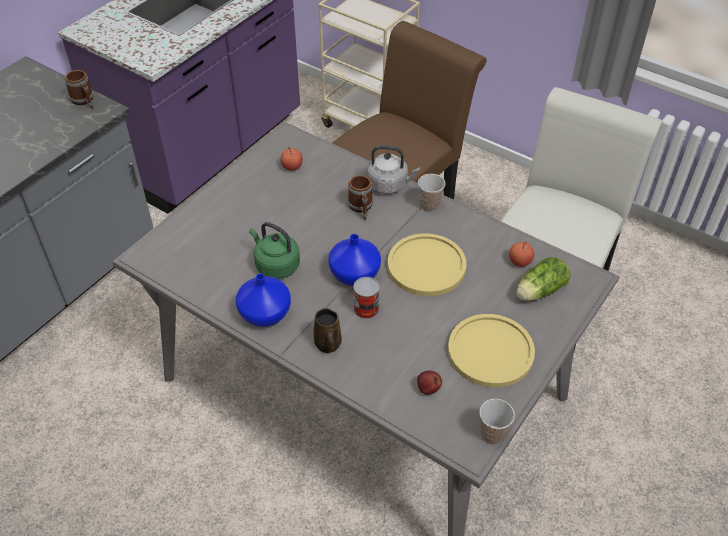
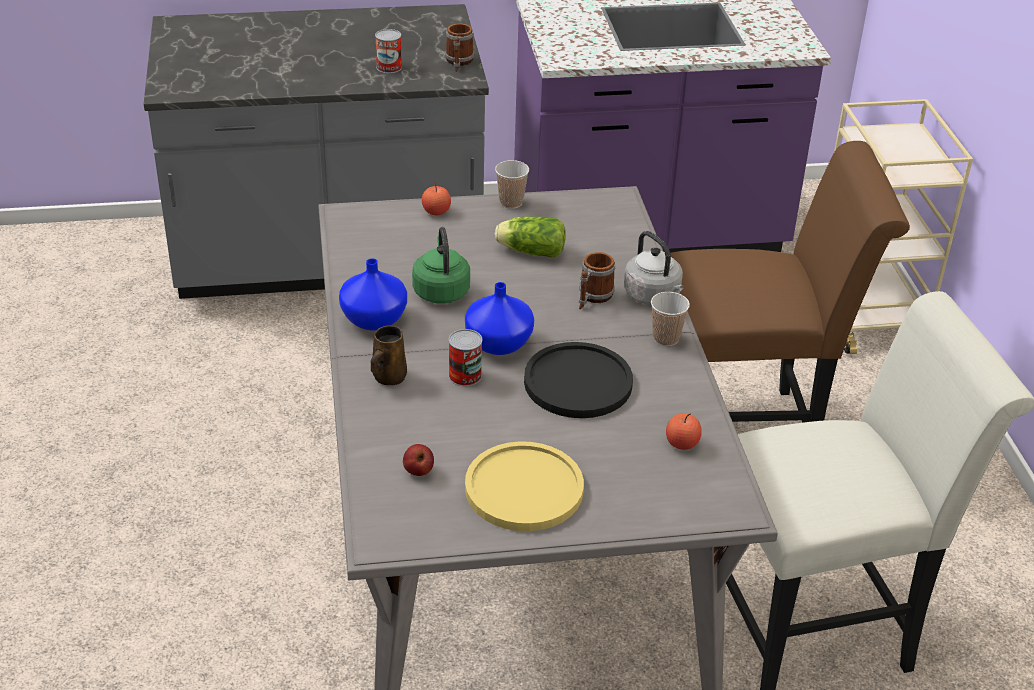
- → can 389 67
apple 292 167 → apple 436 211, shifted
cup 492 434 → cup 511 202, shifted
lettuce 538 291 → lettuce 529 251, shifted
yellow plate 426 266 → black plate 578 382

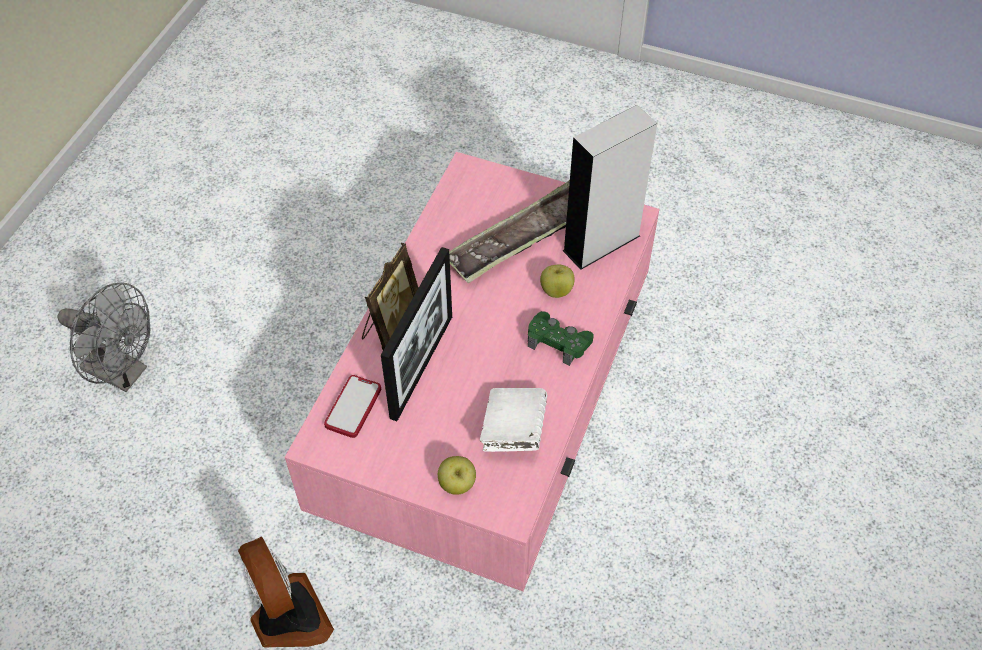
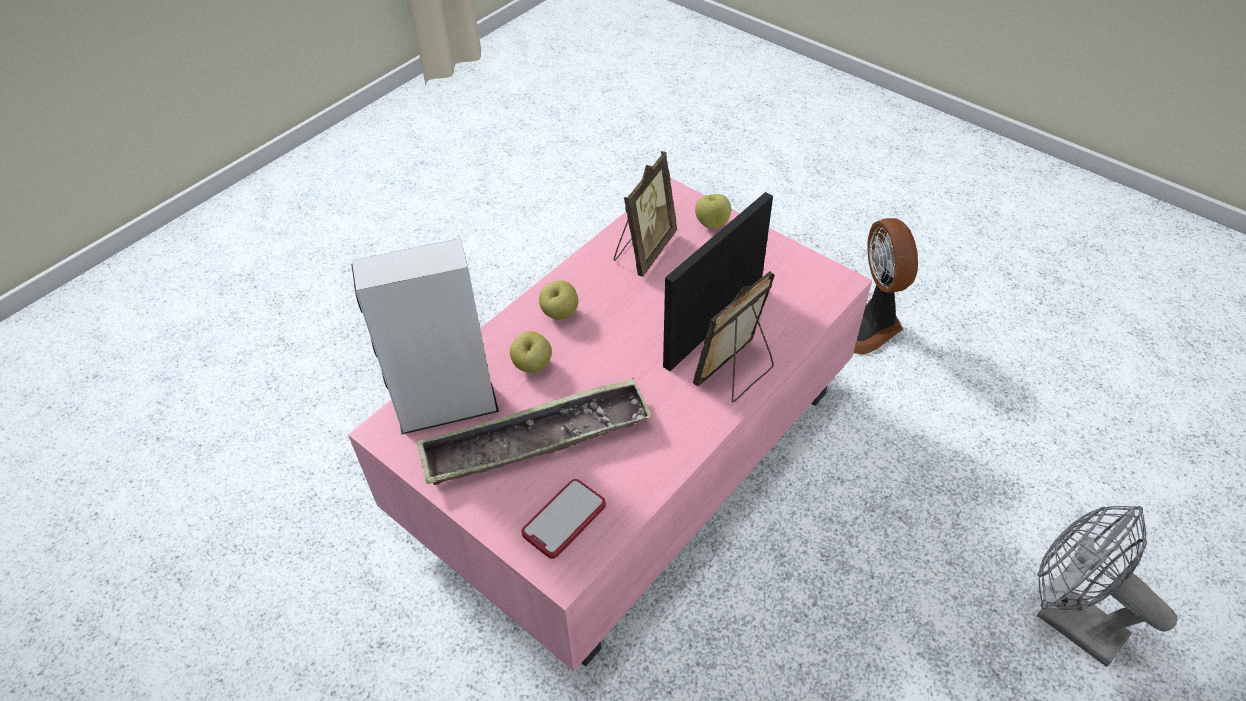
phone 353 407 → phone 564 519, shifted
white book 513 430 → picture frame 643 250
green game controller 558 342 → apple 560 314

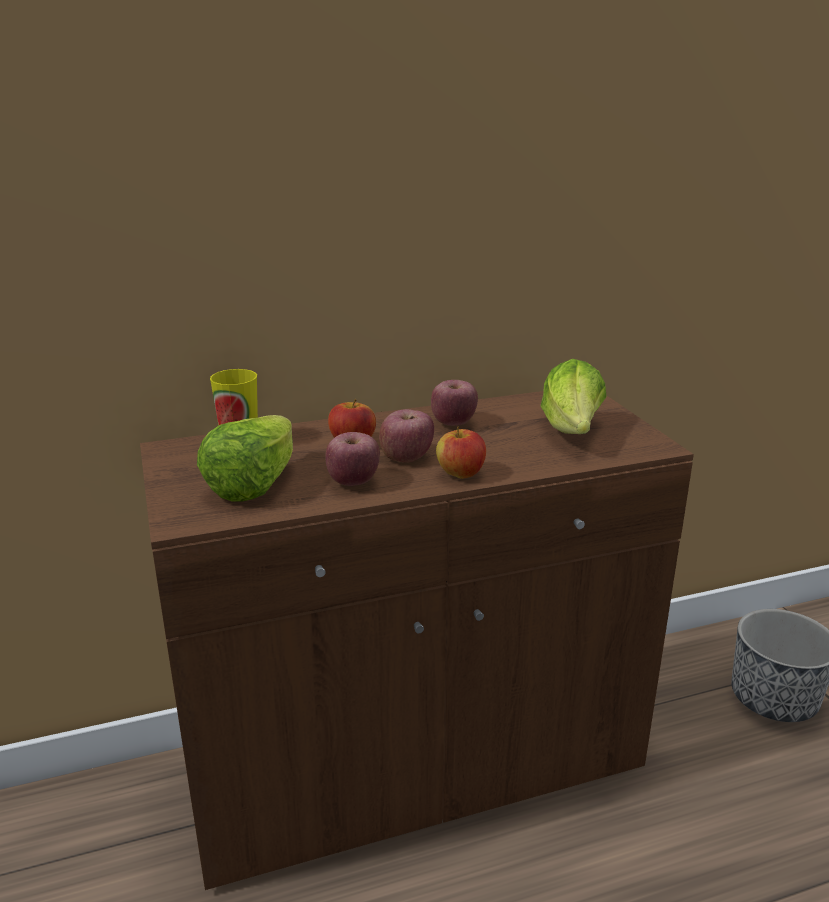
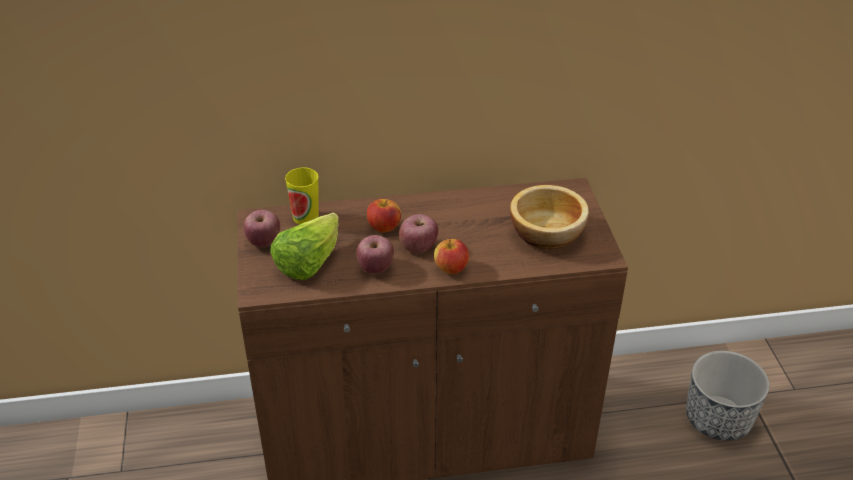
apple 453 423 → apple 264 241, shifted
lettuce 572 432 → bowl 548 233

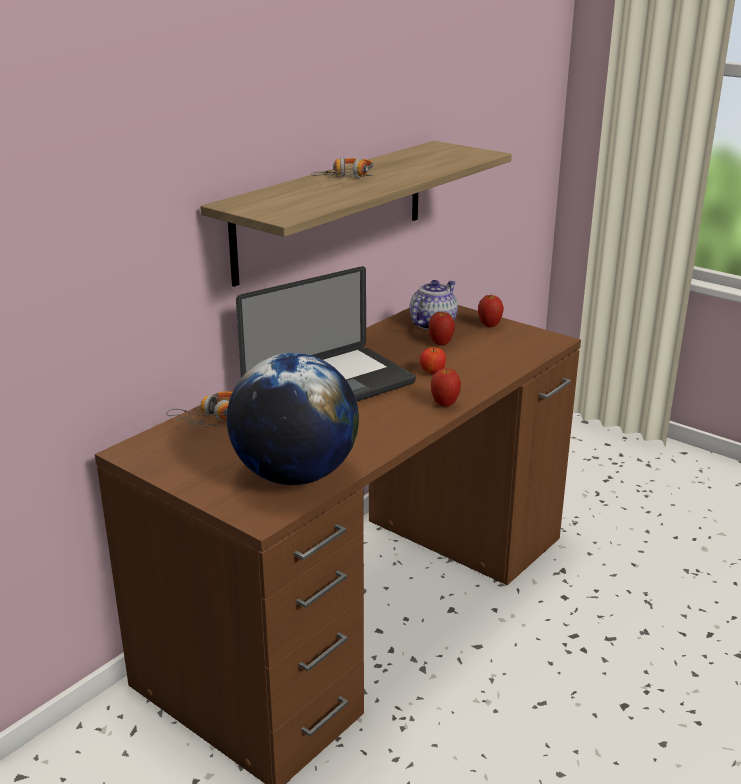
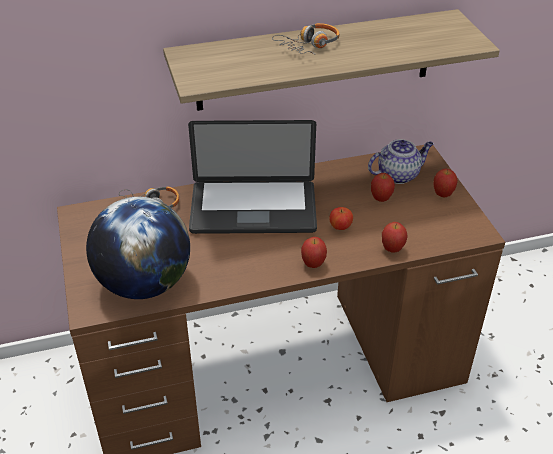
- → apple 392 249

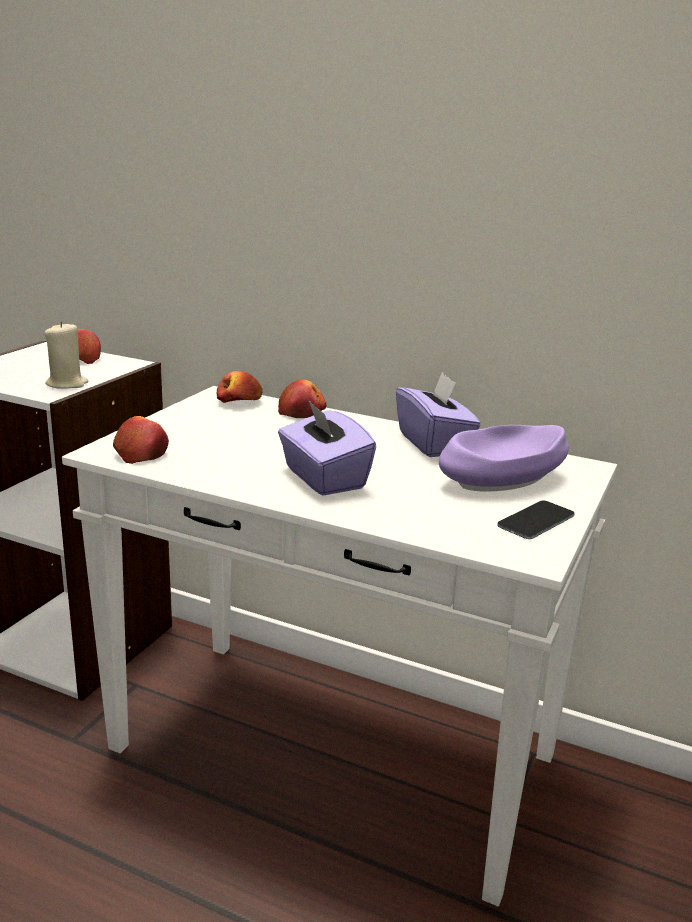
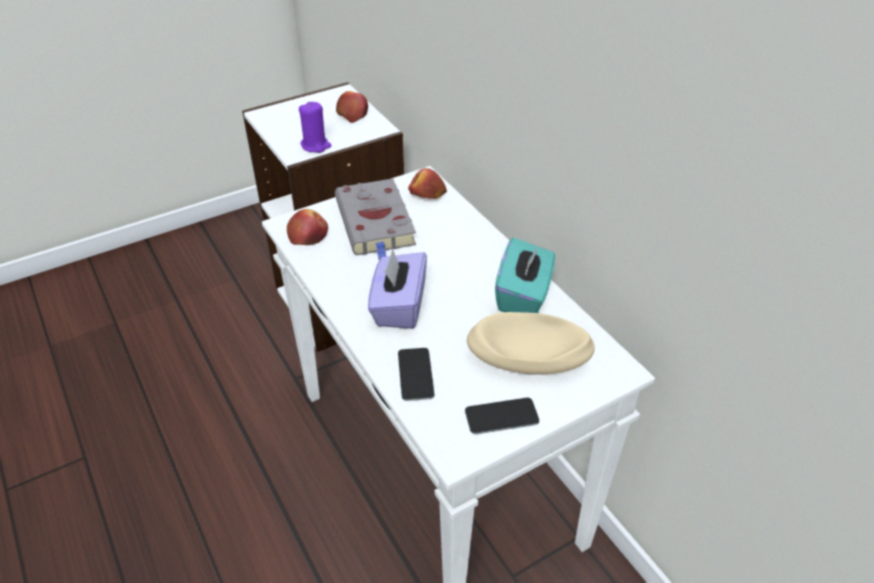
apple 302 412 → -
- → grey book 376 224
- → phone 415 374
beige candle 67 384 → purple candle 315 145
purple tissue box 434 443 → turquoise tissue box 523 295
purple bowl 502 480 → beige bowl 528 360

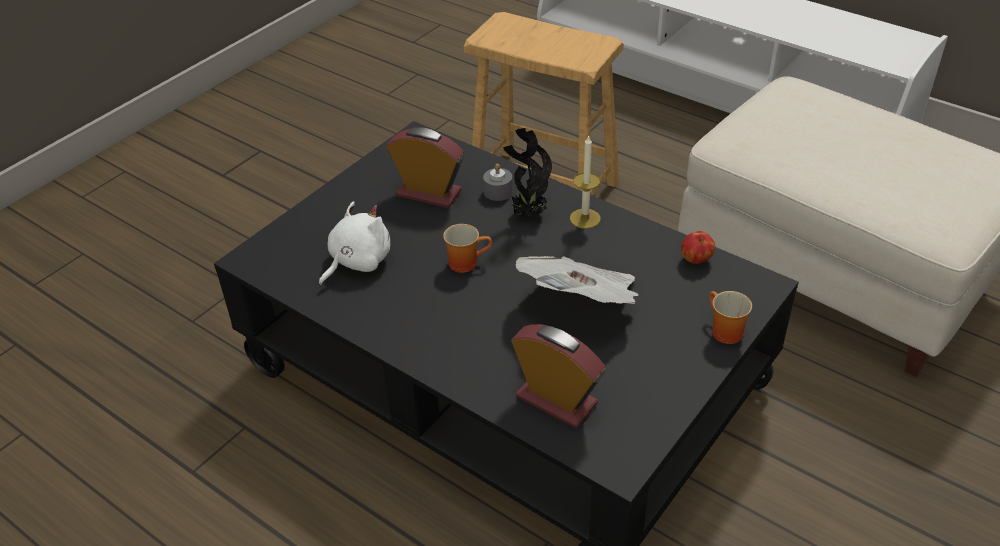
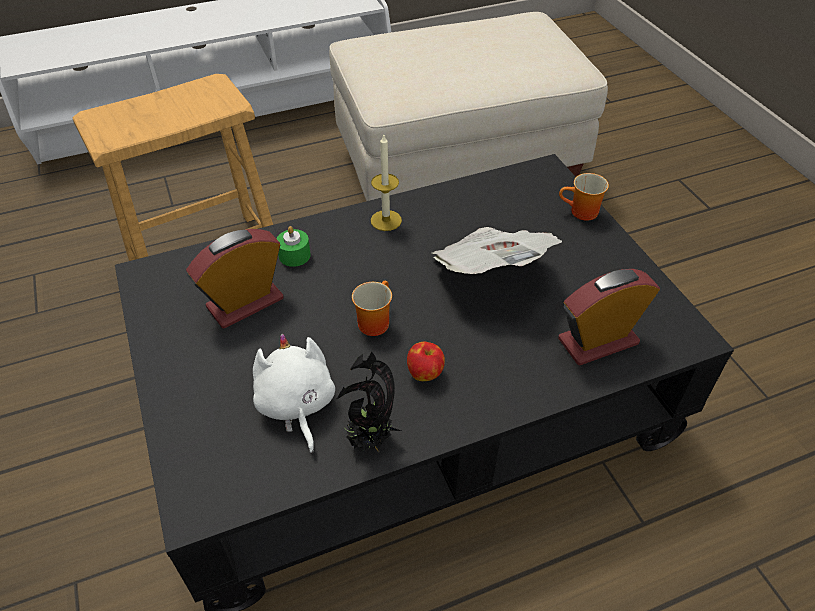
potted plant 527 215 → potted plant 369 441, shifted
apple 696 260 → apple 425 373, shifted
grey candle 498 191 → green candle 294 255

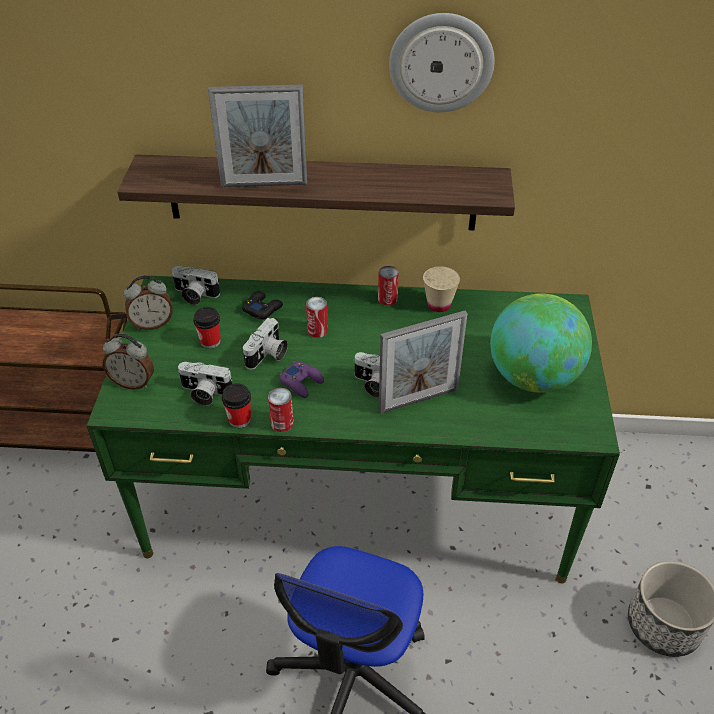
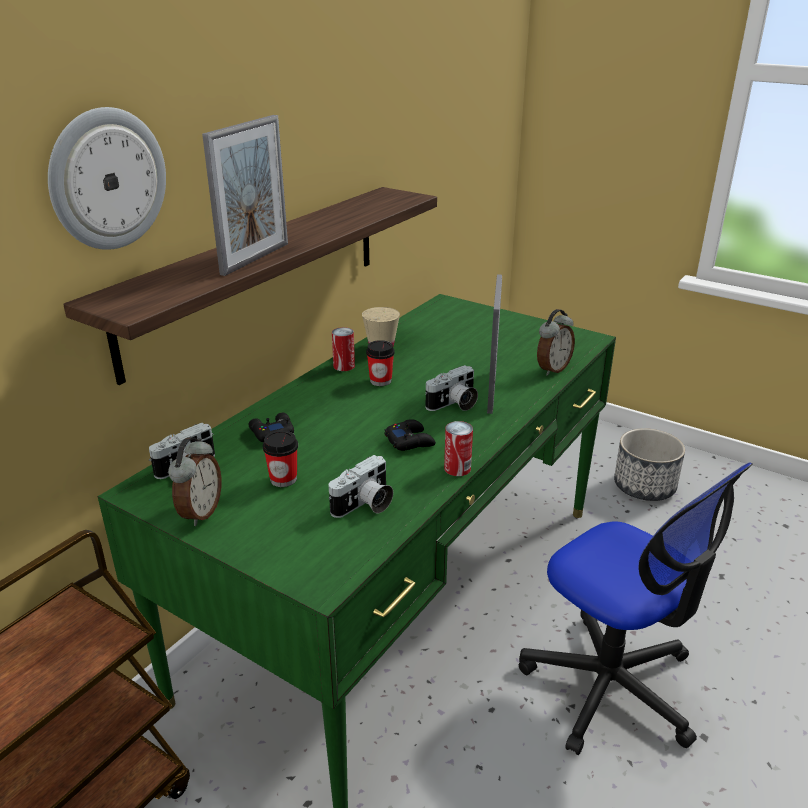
photo camera 268 355 → -
can 317 330 → -
globe 532 377 → -
alarm clock 133 382 → alarm clock 552 369, shifted
cup 239 419 → cup 380 381, shifted
wall clock 441 62 → wall clock 107 179, shifted
purple game controller 302 382 → black game controller 410 441

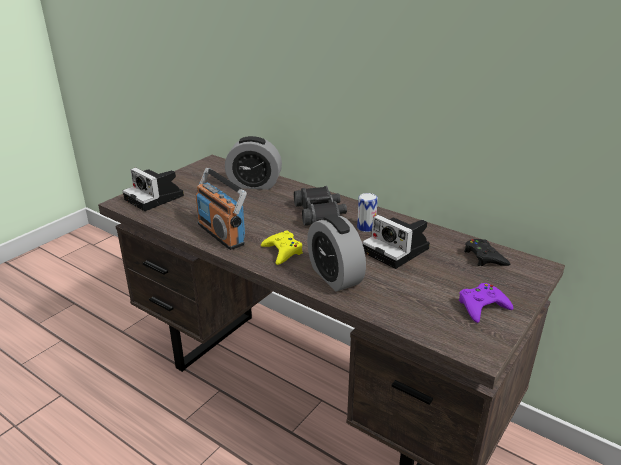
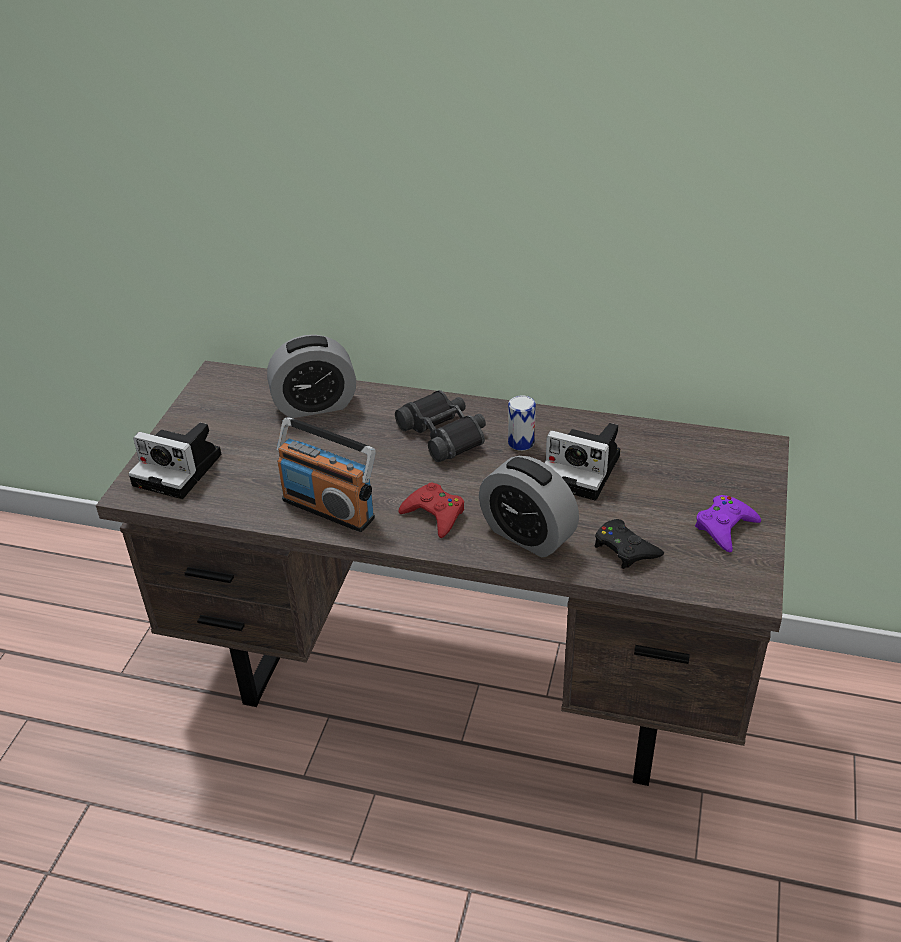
black game controller 484 257 → black game controller 625 548, shifted
yellow game controller 282 251 → red game controller 435 514

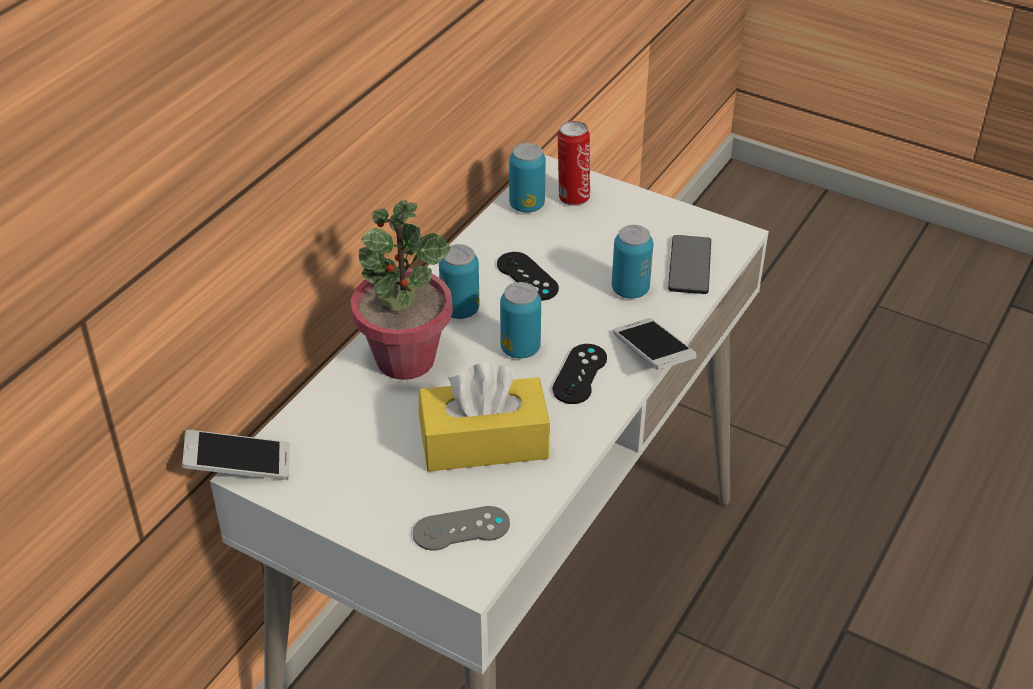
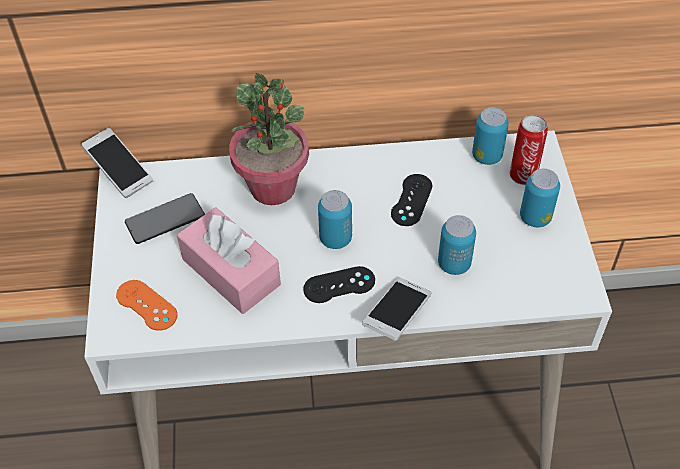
can 460 310 → can 535 217, shifted
phone 689 266 → phone 165 219, shifted
grey game controller 461 529 → orange game controller 146 305
yellow tissue box 484 442 → pink tissue box 231 272

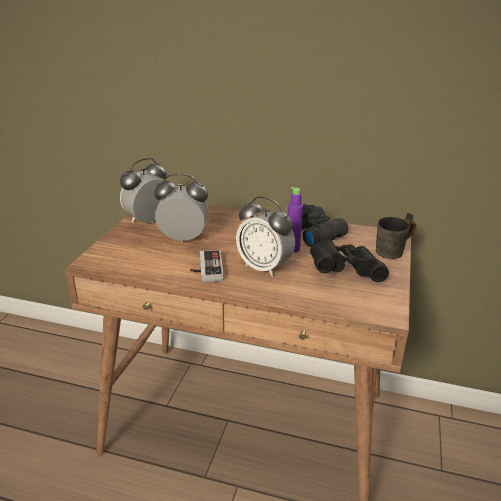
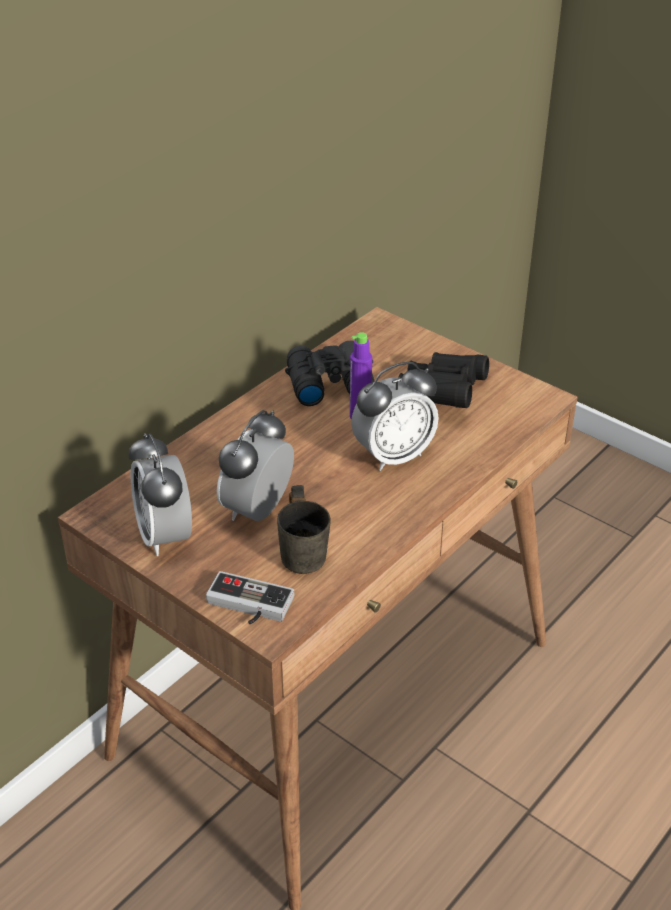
game controller 206 268 → game controller 247 606, shifted
grey mug 395 253 → grey mug 307 552, shifted

